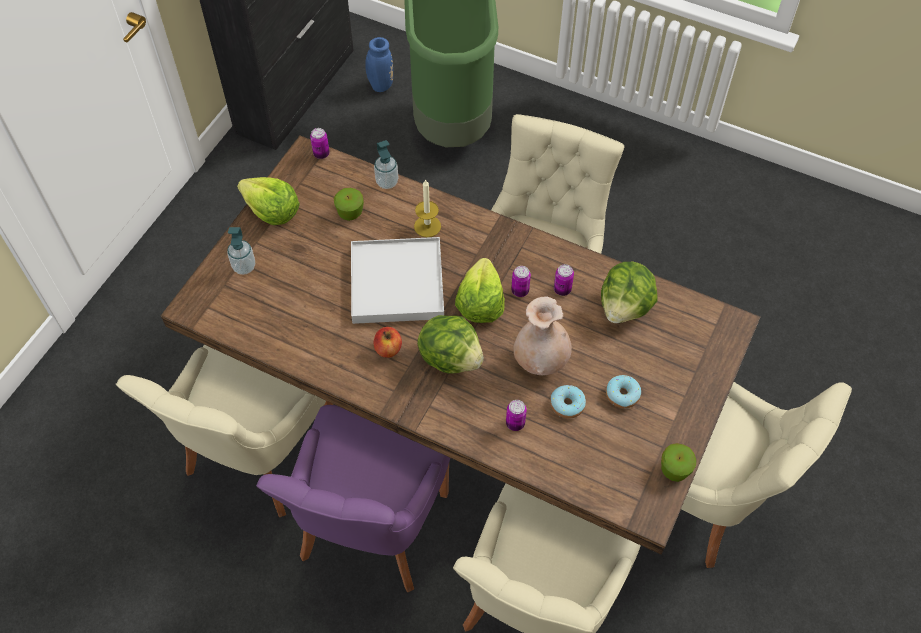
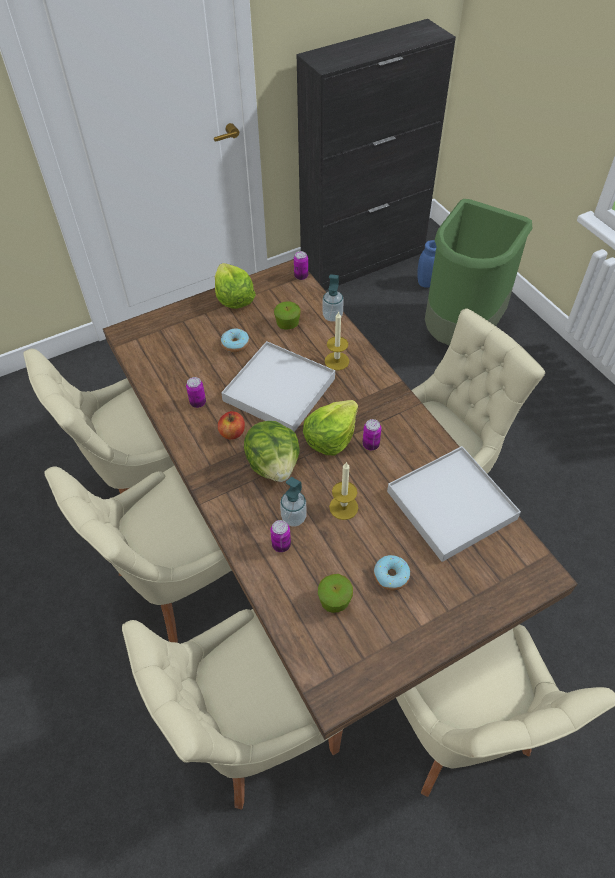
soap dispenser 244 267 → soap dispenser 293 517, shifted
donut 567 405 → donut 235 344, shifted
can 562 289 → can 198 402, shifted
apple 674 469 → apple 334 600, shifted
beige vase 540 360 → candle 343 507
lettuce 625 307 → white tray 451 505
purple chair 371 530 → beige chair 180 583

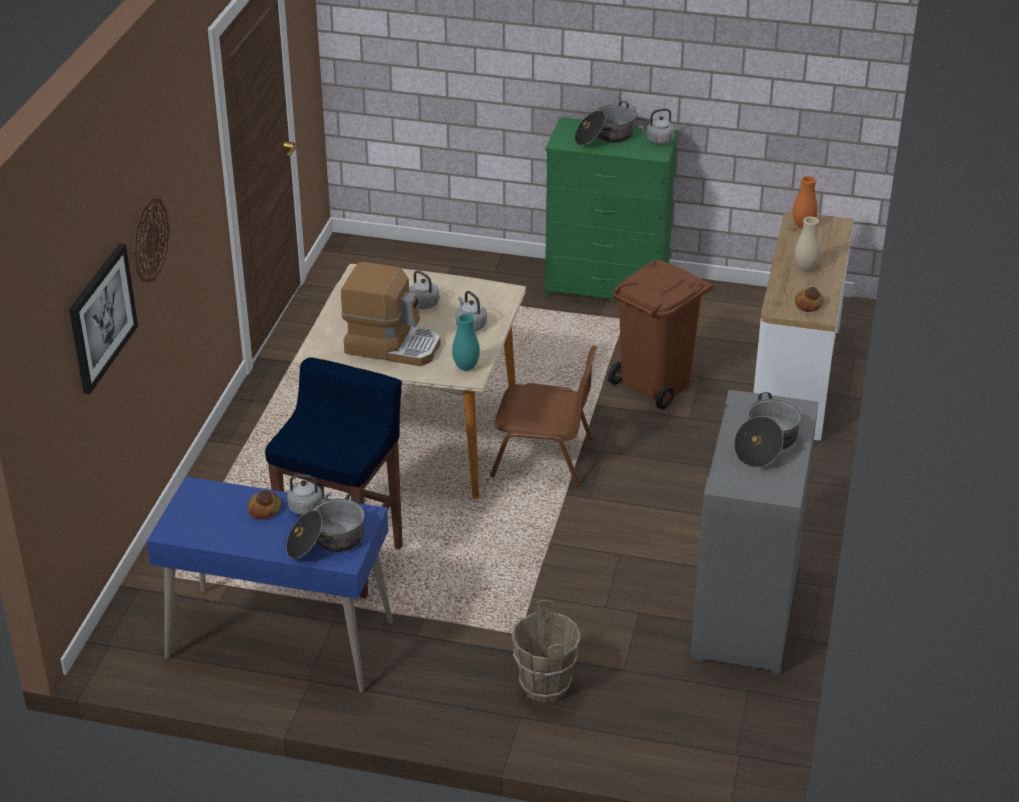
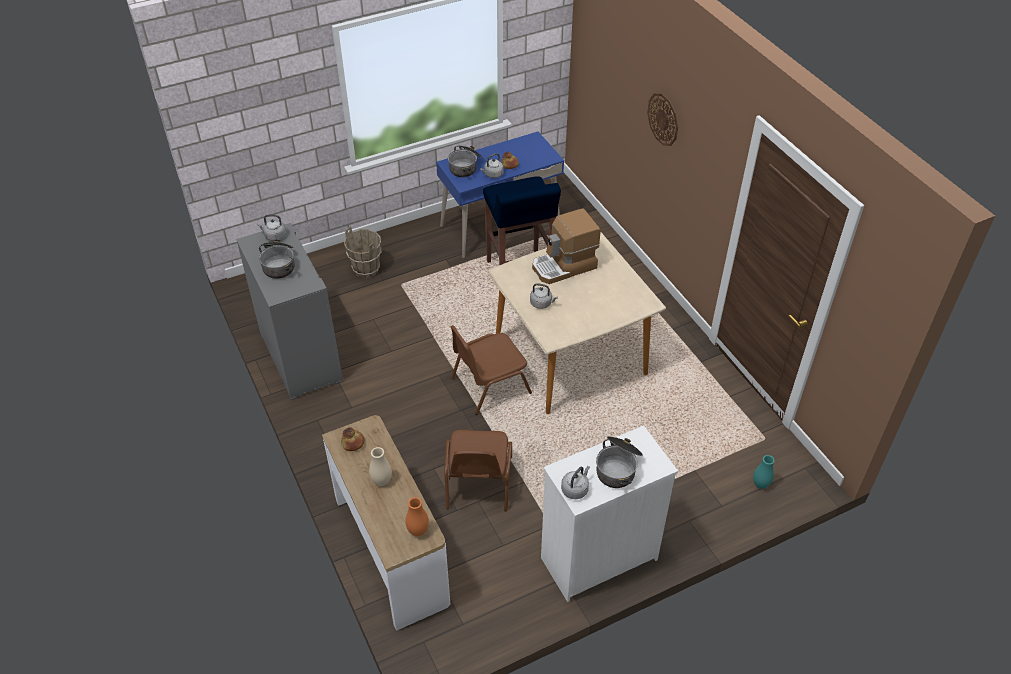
picture 101 317 → -
grey kettle 425 304 → grey kettle 274 236, shifted
turquoise vase 466 367 → turquoise vase 760 484, shifted
brown trash can 656 384 → brown chair 478 483
green dresser 607 288 → white dresser 597 558

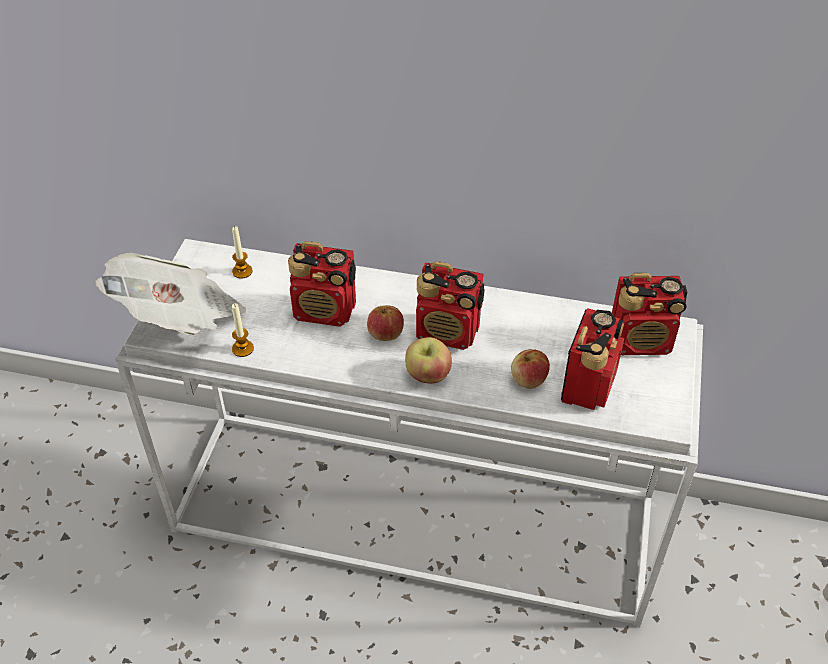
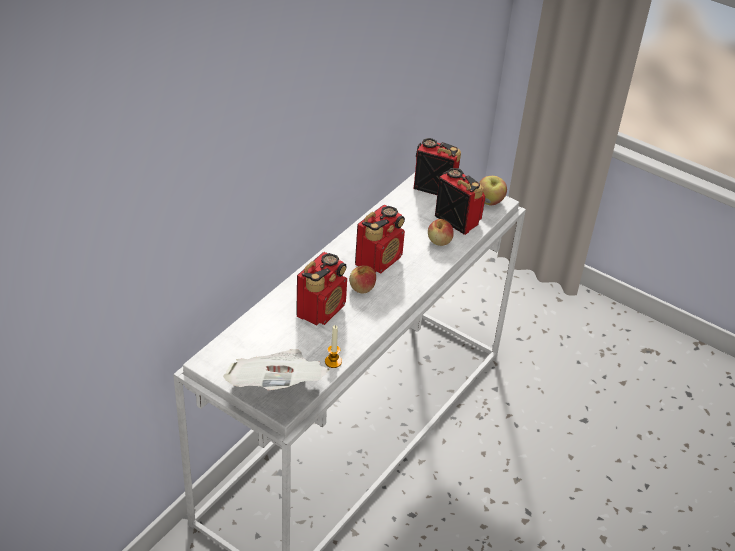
candle 242 271 → -
apple 427 375 → apple 490 201, shifted
radio 641 341 → radio 434 187, 90 degrees counterclockwise

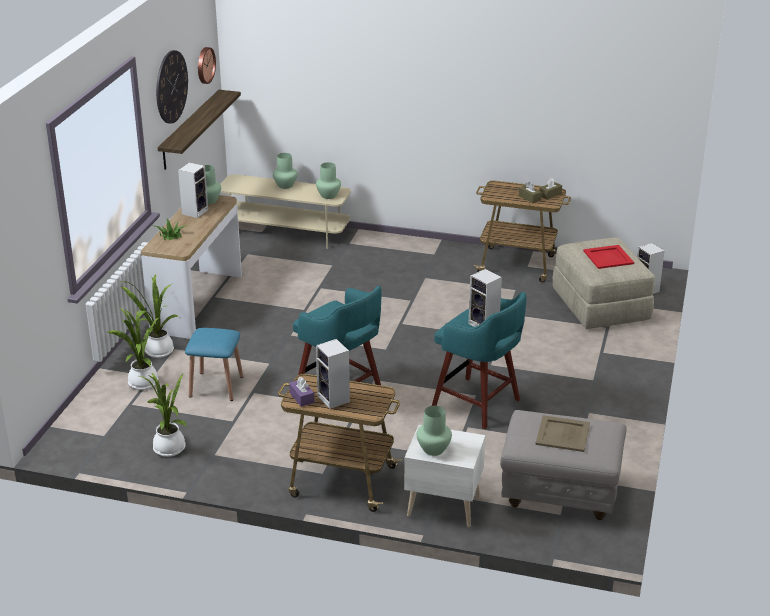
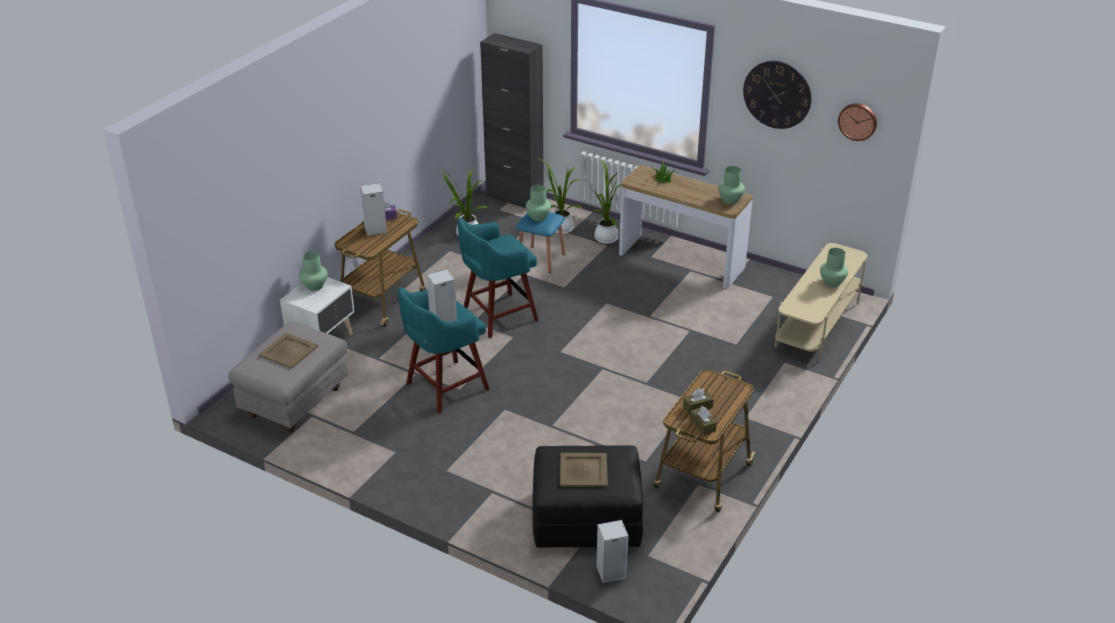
shelf 190 129 → -
speaker 195 211 → -
- → black cabinet 514 198
green vase 329 196 → green vase 538 217, shifted
beige ottoman 601 306 → black ottoman 586 520
red tray 609 257 → beige tray 583 470

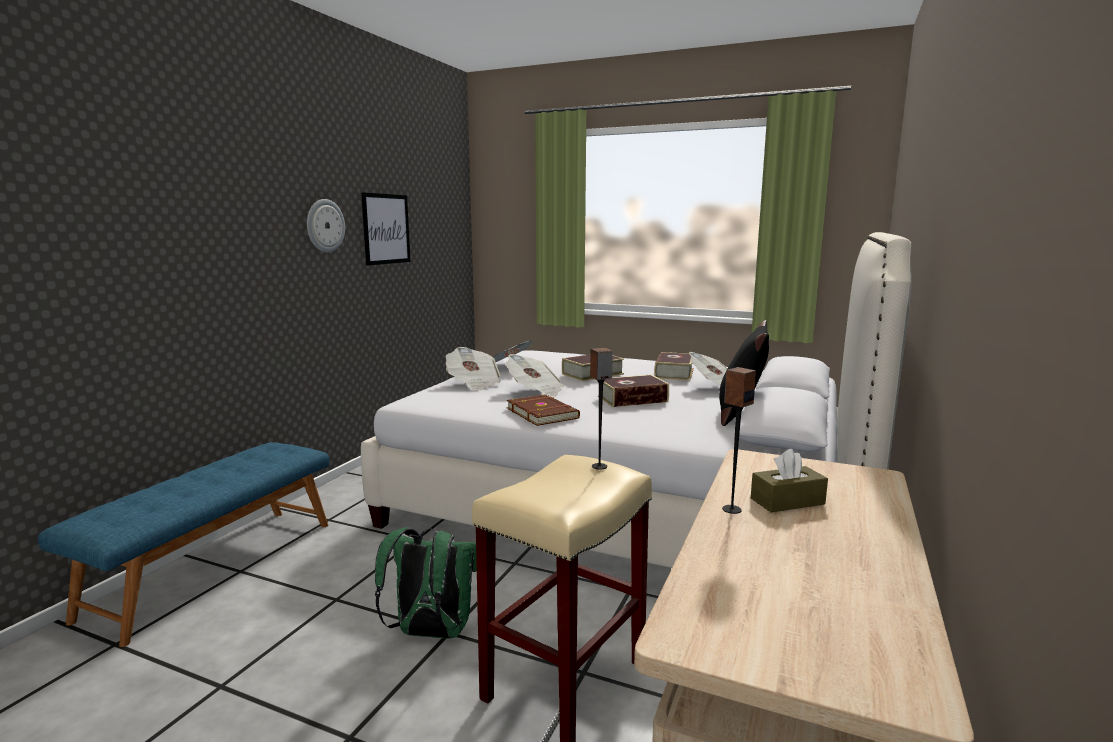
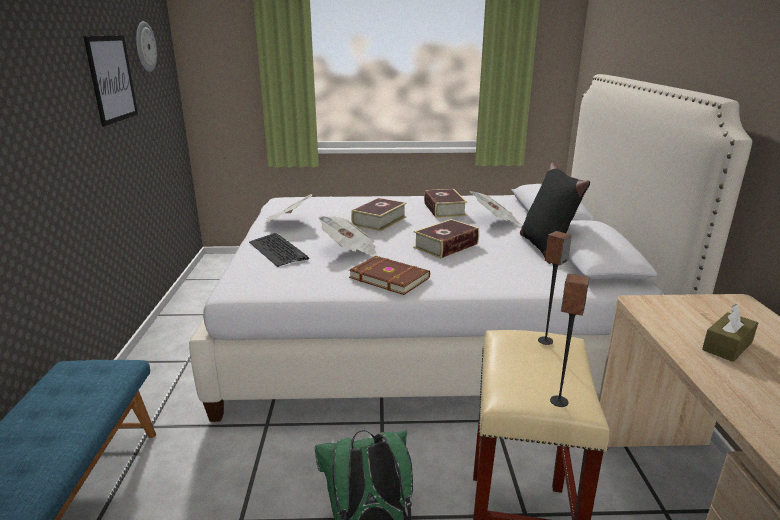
wall clock 325 225 → wall clock 145 47, shifted
speaker 731 509 → speaker 558 401, shifted
newspaper 473 383 → keyboard 278 251

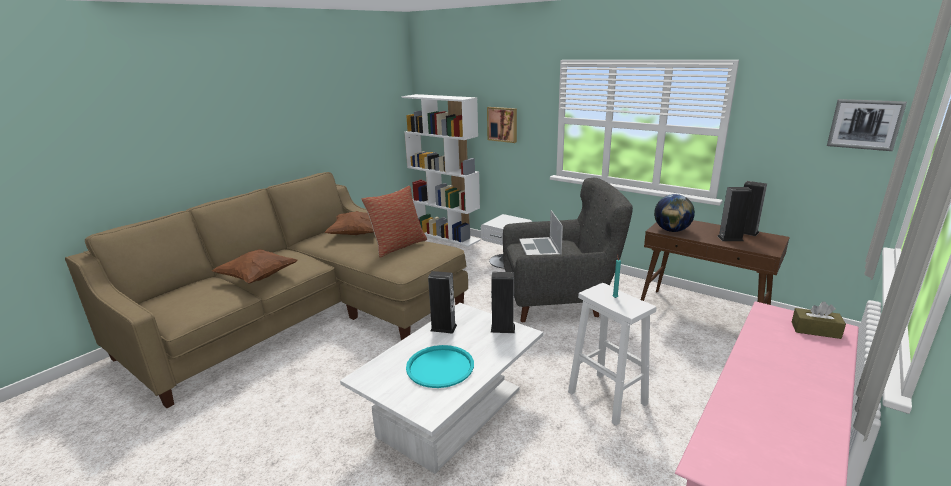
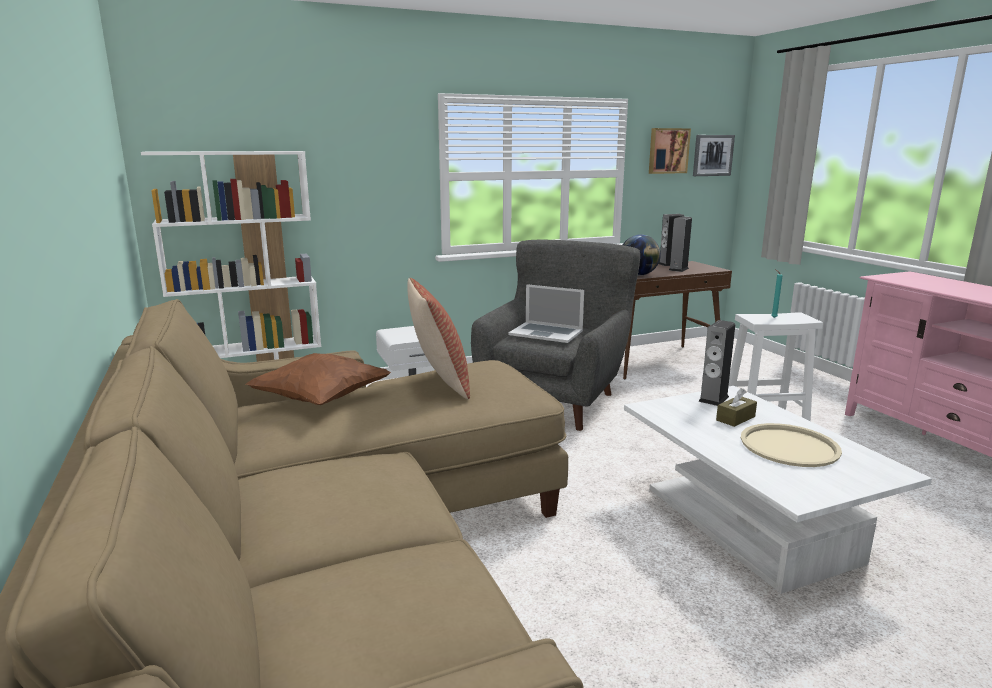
brown pillow 258 277 → -
speaker 443 328 → -
picture 502 124 → picture 668 151, shifted
brown tissue box 815 330 → brown tissue box 735 418, shifted
turquoise tray 440 367 → beige tray 789 446

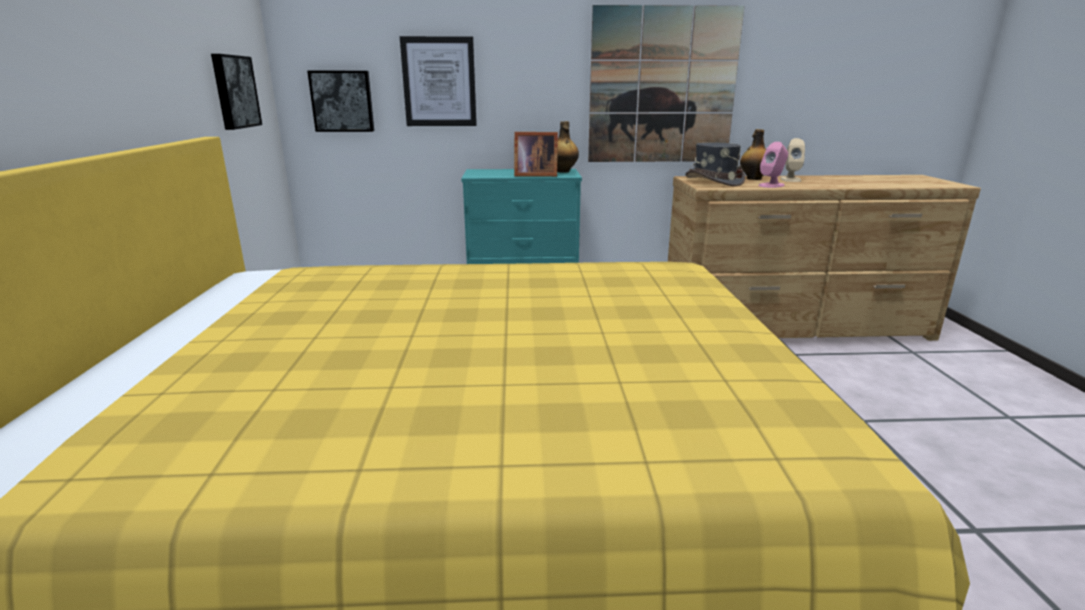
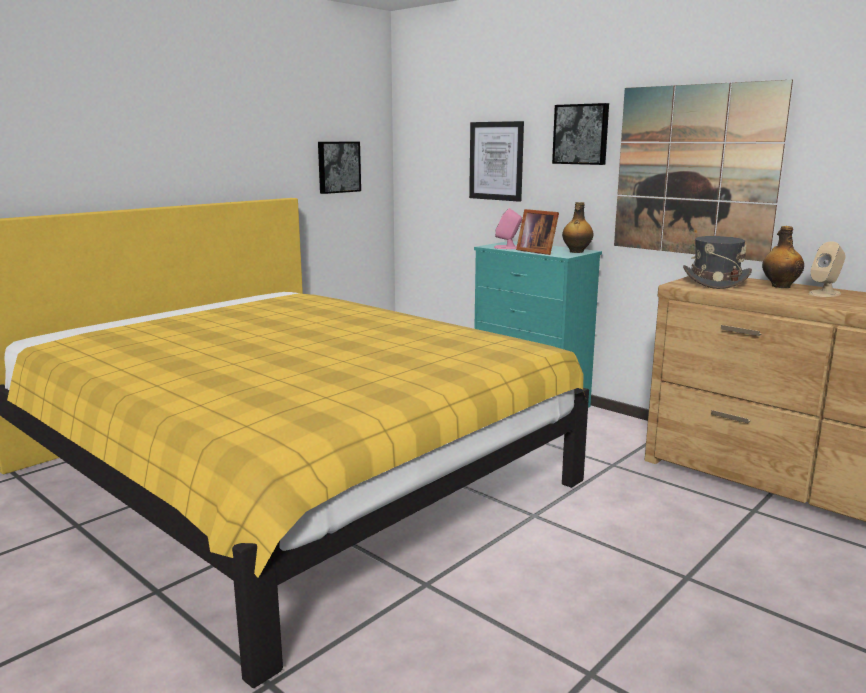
picture 342 101 → picture 581 134, shifted
pink speaker 771 185 → pink speaker 507 247, shifted

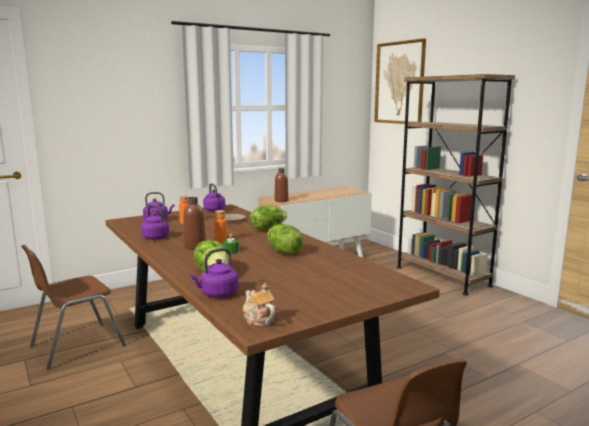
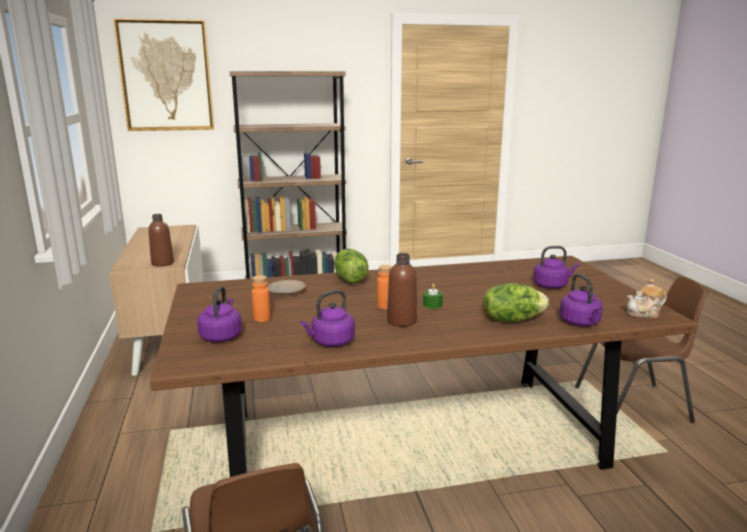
lettuce 283 252 → -
purple kettle 215 210 → purple kettle 552 285, shifted

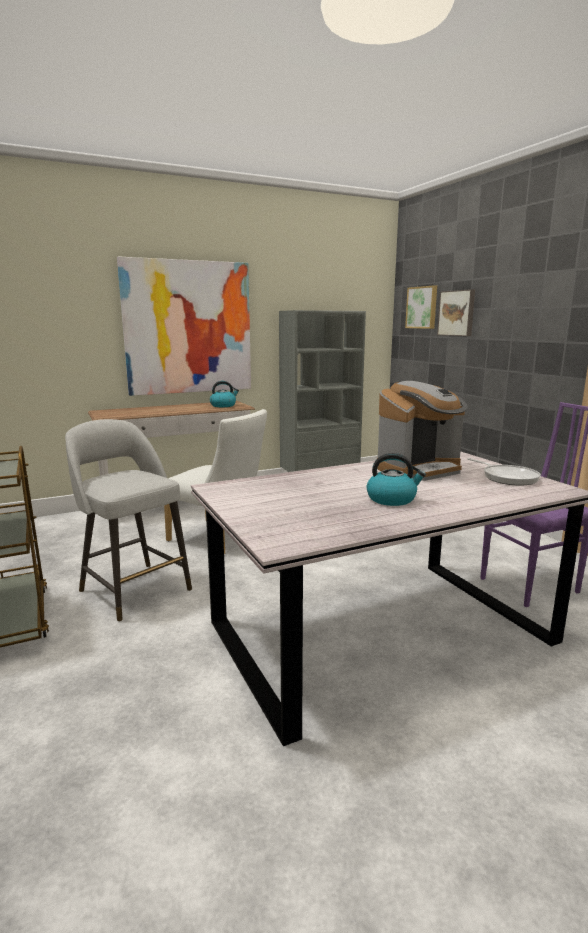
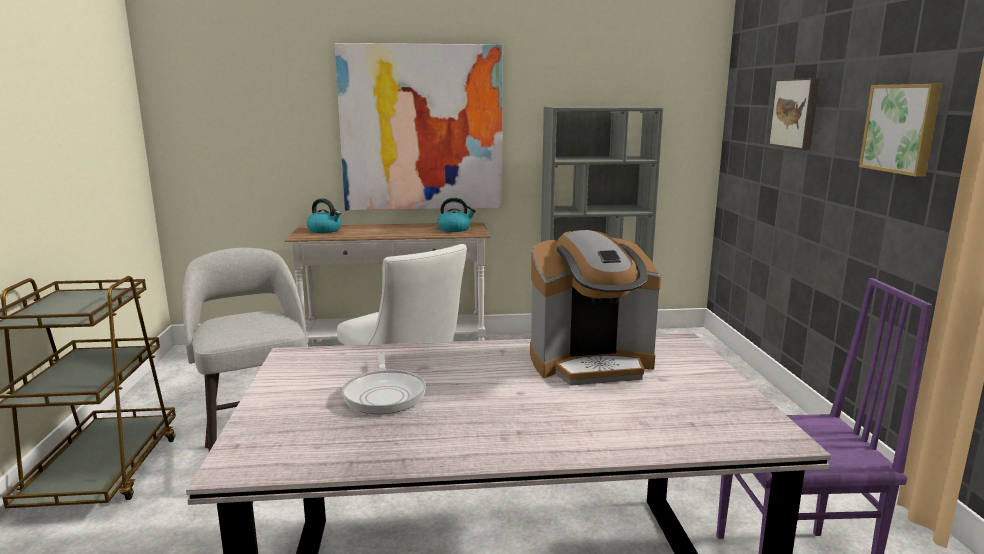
kettle 392 499 → kettle 325 230, shifted
picture 422 307 → picture 902 128, shifted
frying pan 507 477 → frying pan 385 394, shifted

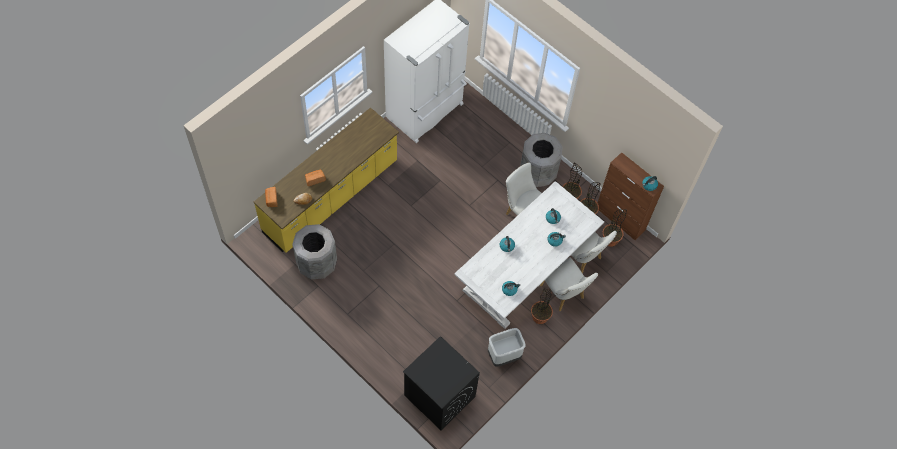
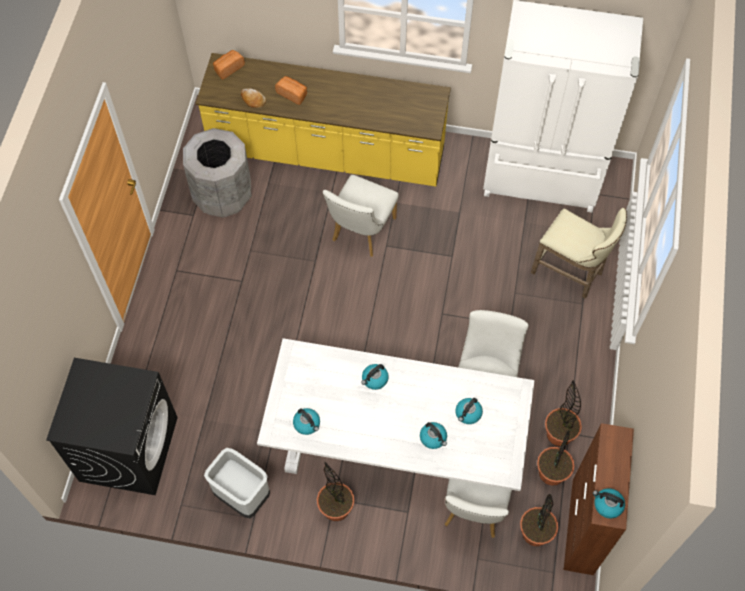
grey trash can 537 173 → -
- → beige stool 570 273
white chair 564 294 → white chair 361 233, shifted

